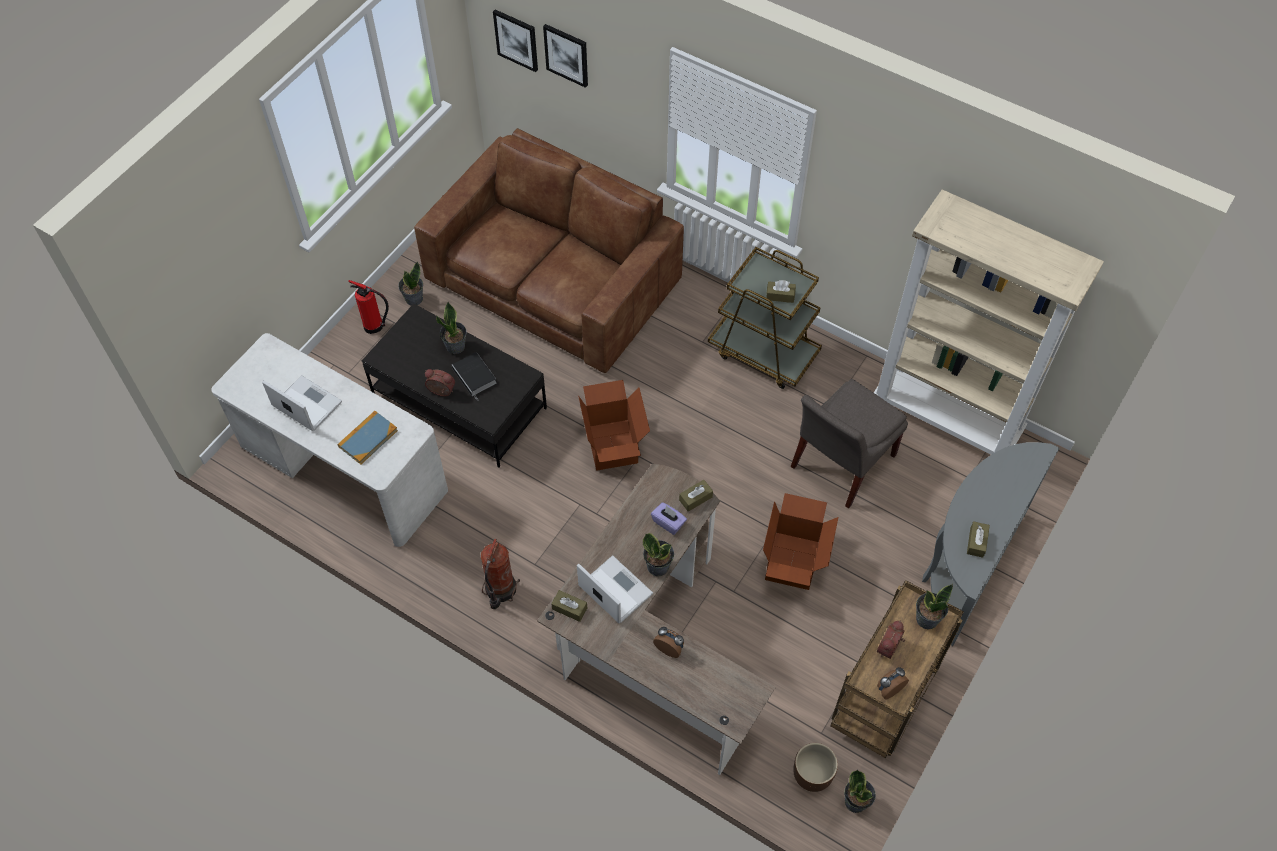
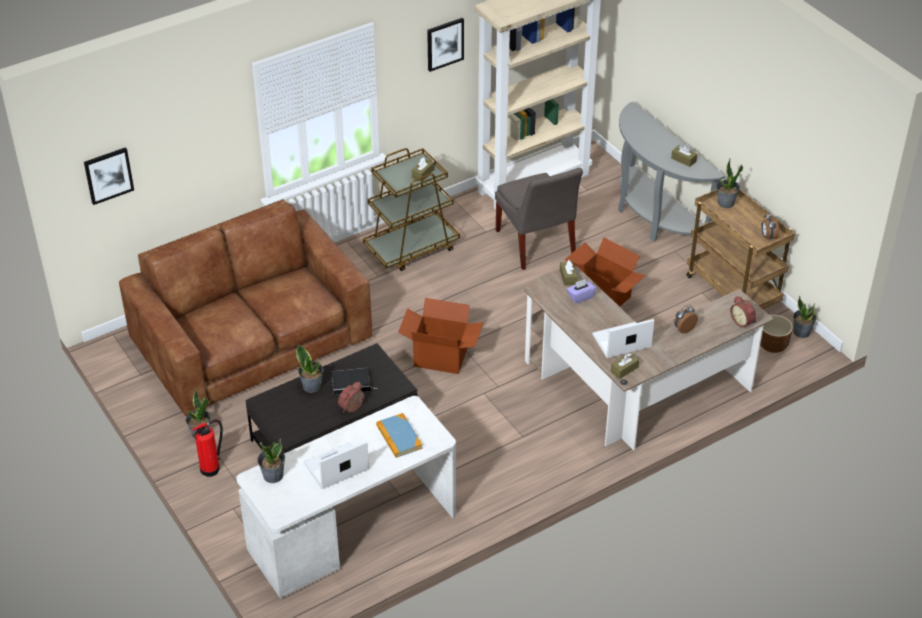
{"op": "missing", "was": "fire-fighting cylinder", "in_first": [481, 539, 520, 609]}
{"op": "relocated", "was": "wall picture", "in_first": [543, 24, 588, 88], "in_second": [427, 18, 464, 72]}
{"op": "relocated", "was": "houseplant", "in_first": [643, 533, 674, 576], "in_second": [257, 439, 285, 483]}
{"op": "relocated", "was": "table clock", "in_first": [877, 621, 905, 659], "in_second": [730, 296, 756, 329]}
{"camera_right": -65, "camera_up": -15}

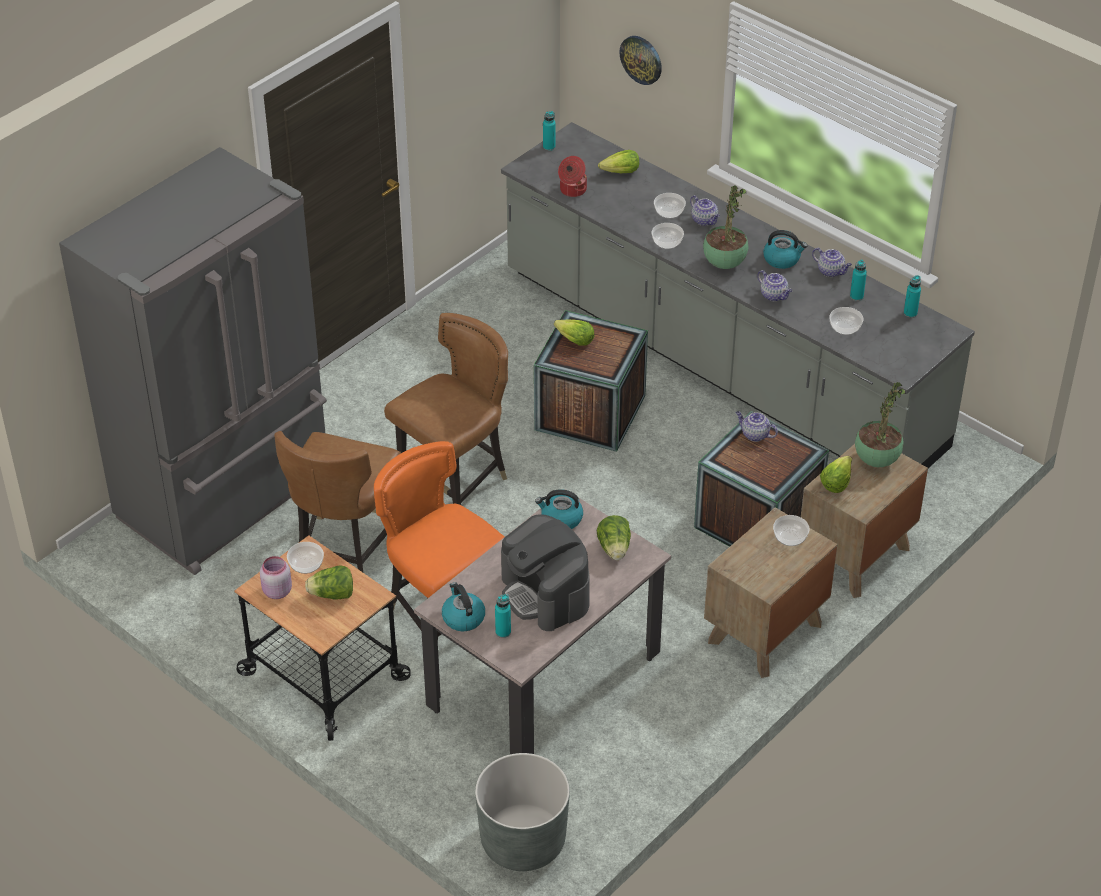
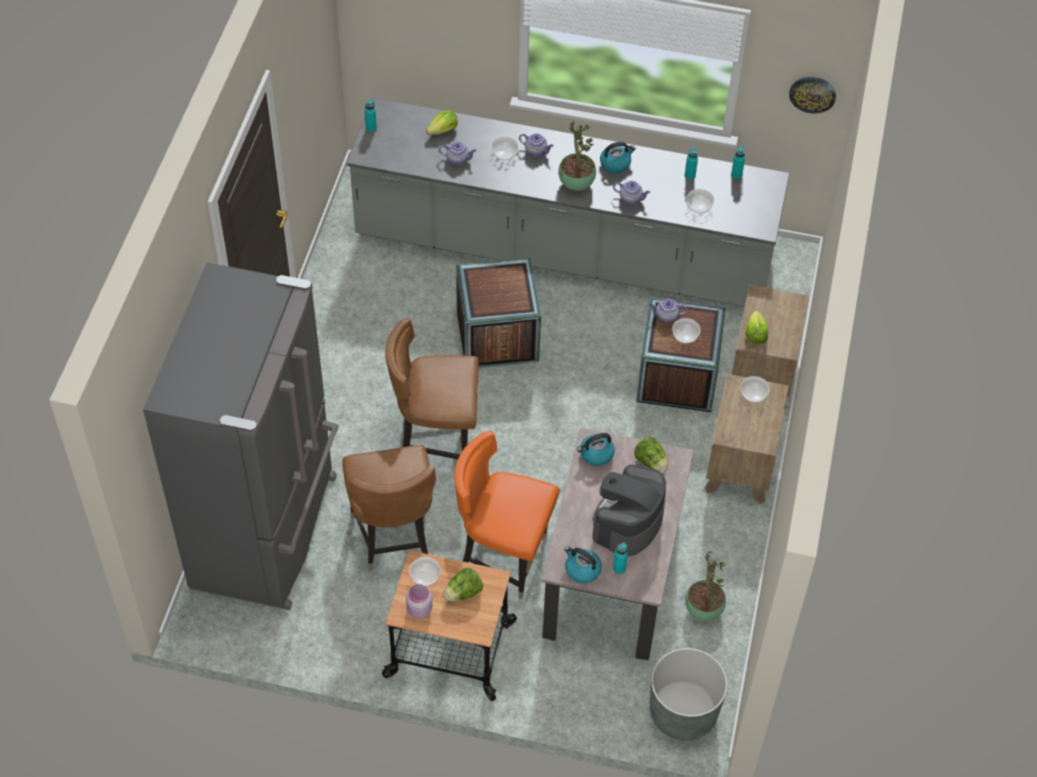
{"op": "missing", "was": "head of lettuce", "in_first": [554, 320, 594, 346]}
{"op": "missing", "was": "stockpot", "in_first": [558, 156, 587, 197]}
{"op": "relocated", "was": "clock on the wall", "in_first": [619, 36, 662, 85], "in_second": [789, 77, 836, 114]}
{"op": "relocated", "was": "deep dish", "in_first": [652, 223, 684, 249], "in_second": [672, 318, 701, 344]}
{"op": "relocated", "was": "pot for tea", "in_first": [812, 248, 852, 277], "in_second": [439, 142, 476, 165]}
{"op": "relocated", "was": "houseplant", "in_first": [855, 382, 906, 467], "in_second": [685, 552, 726, 621]}
{"op": "spun", "was": "chair (brown-coloured)", "in_first": [384, 313, 508, 505], "in_second": [385, 318, 479, 459], "clockwise": -105}
{"op": "spun", "was": "coffee maker", "in_first": [501, 514, 590, 631], "in_second": [592, 464, 666, 556], "clockwise": 90}
{"camera_right": -30, "camera_up": 10}

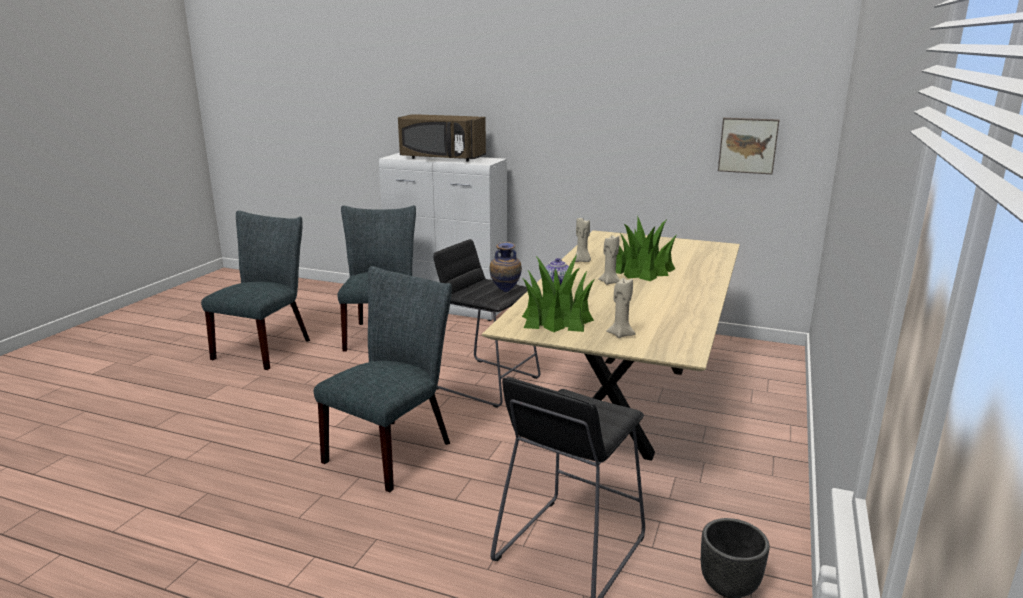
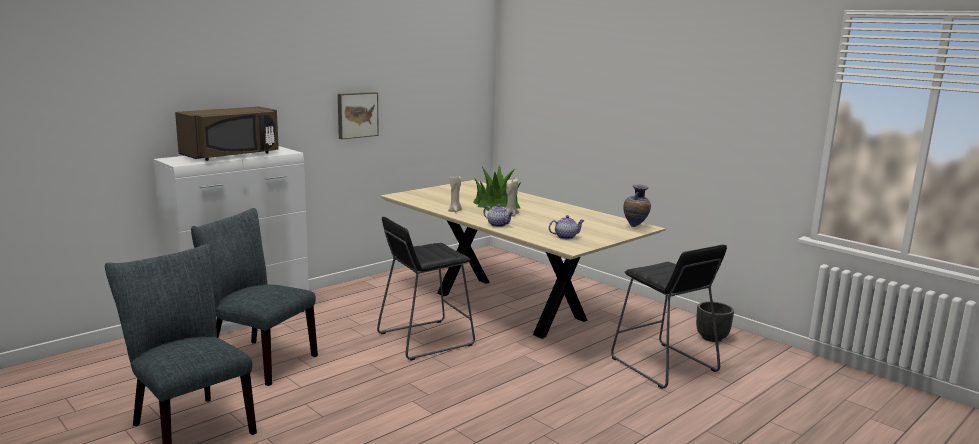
{"op": "missing", "was": "chair (grey)", "in_first": [314, 266, 452, 493]}
{"op": "missing", "was": "candle (beige)", "in_first": [606, 278, 635, 338]}
{"op": "relocated", "was": "flower vase", "in_first": [490, 242, 522, 292], "in_second": [623, 184, 651, 227]}
{"op": "relocated", "was": "wall picture", "in_first": [718, 118, 780, 174], "in_second": [338, 92, 379, 139]}
{"op": "exchanged", "was": "houseplant", "now": "pot for tea", "in_first": [522, 255, 595, 332], "in_second": [549, 215, 585, 239]}
{"camera_right": -65, "camera_up": -5}

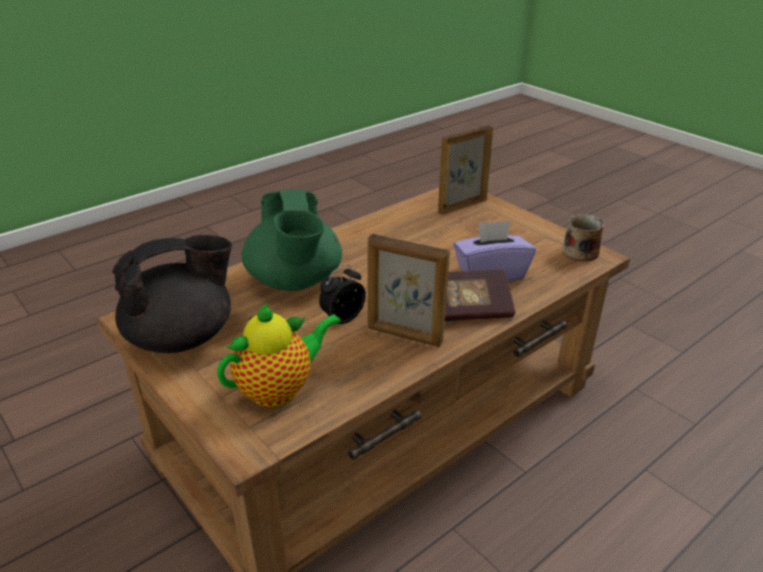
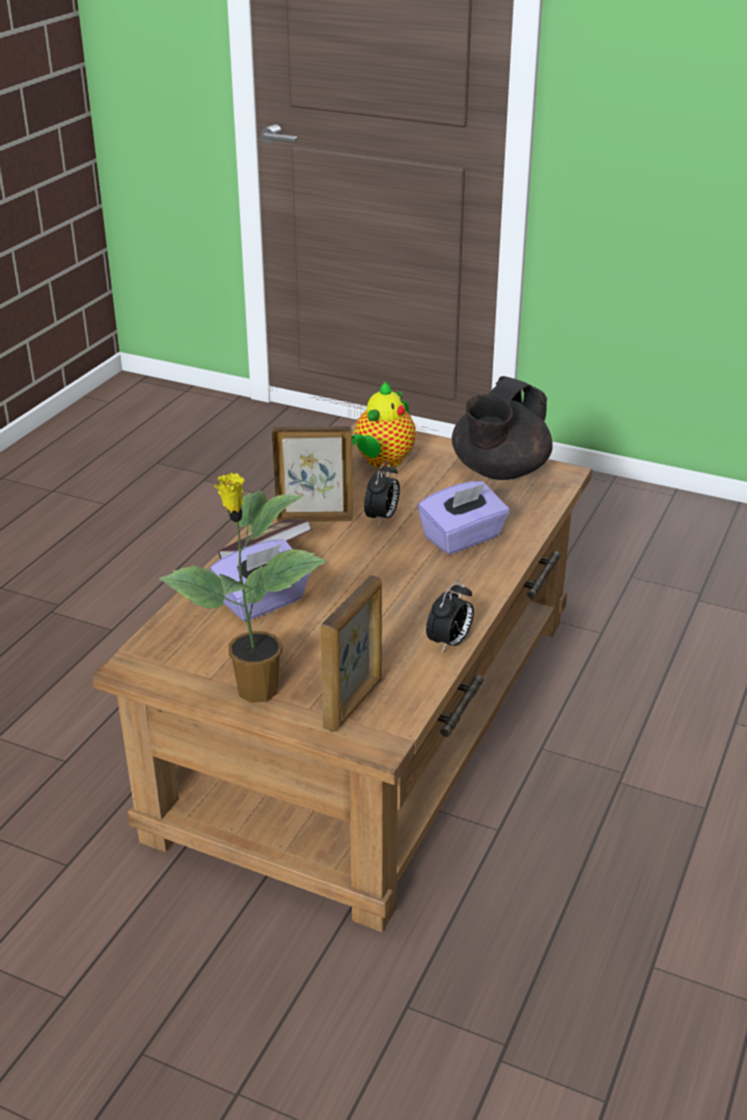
{"op": "missing", "was": "mug", "in_first": [563, 214, 604, 261]}
{"op": "appeared", "now": "houseplant", "in_second": [159, 472, 328, 703]}
{"op": "appeared", "now": "table clock", "in_second": [426, 581, 474, 653]}
{"op": "exchanged", "was": "pot for tea (green)", "now": "tissue box (purple-coloured)", "in_first": [242, 189, 342, 291], "in_second": [418, 481, 509, 555]}
{"camera_right": 155, "camera_up": 0}

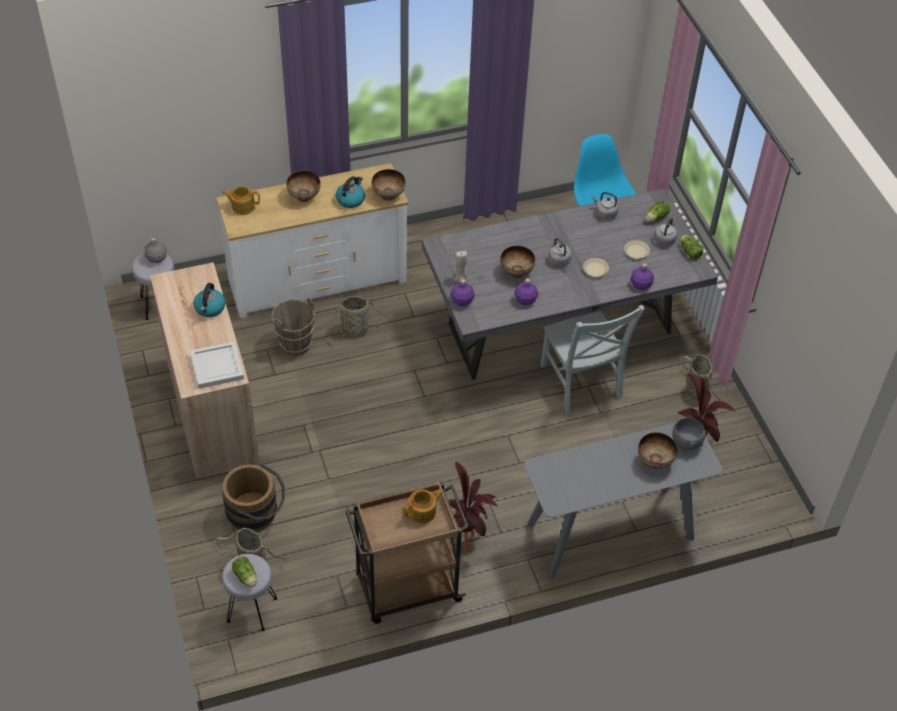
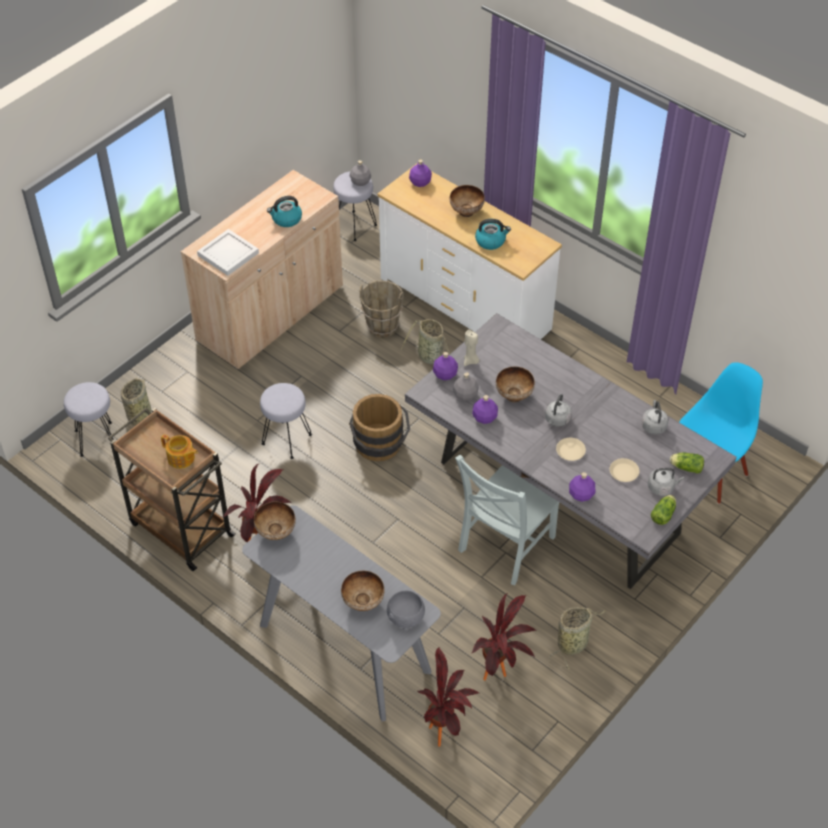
{"op": "missing", "was": "head of lettuce", "in_first": [232, 556, 257, 587]}
{"op": "appeared", "now": "stool seat (grey)", "in_second": [260, 383, 312, 459]}
{"op": "appeared", "now": "houseplant", "in_second": [417, 647, 479, 747]}
{"op": "appeared", "now": "drink bottle (grey)", "in_second": [453, 372, 479, 401]}
{"op": "relocated", "was": "pail (brown-coloured)", "in_first": [222, 464, 285, 532], "in_second": [349, 394, 410, 461]}
{"op": "relocated", "was": "deep dish", "in_first": [372, 169, 406, 201], "in_second": [254, 502, 296, 540]}
{"op": "exchanged", "was": "pot for tea", "now": "drink bottle (purple-coloured)", "in_first": [223, 186, 260, 215], "in_second": [409, 160, 432, 187]}
{"camera_right": 60, "camera_up": 0}

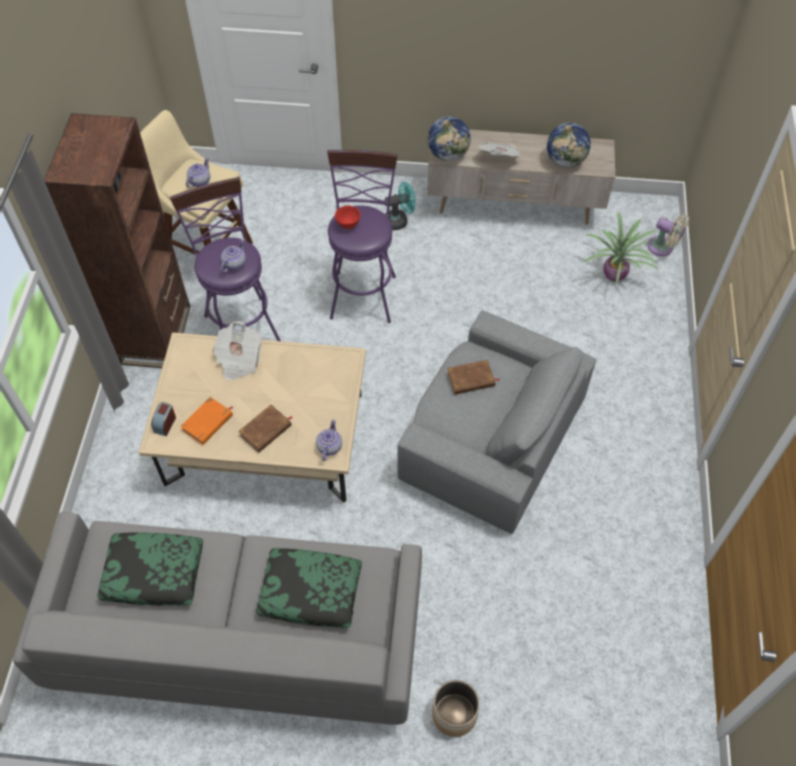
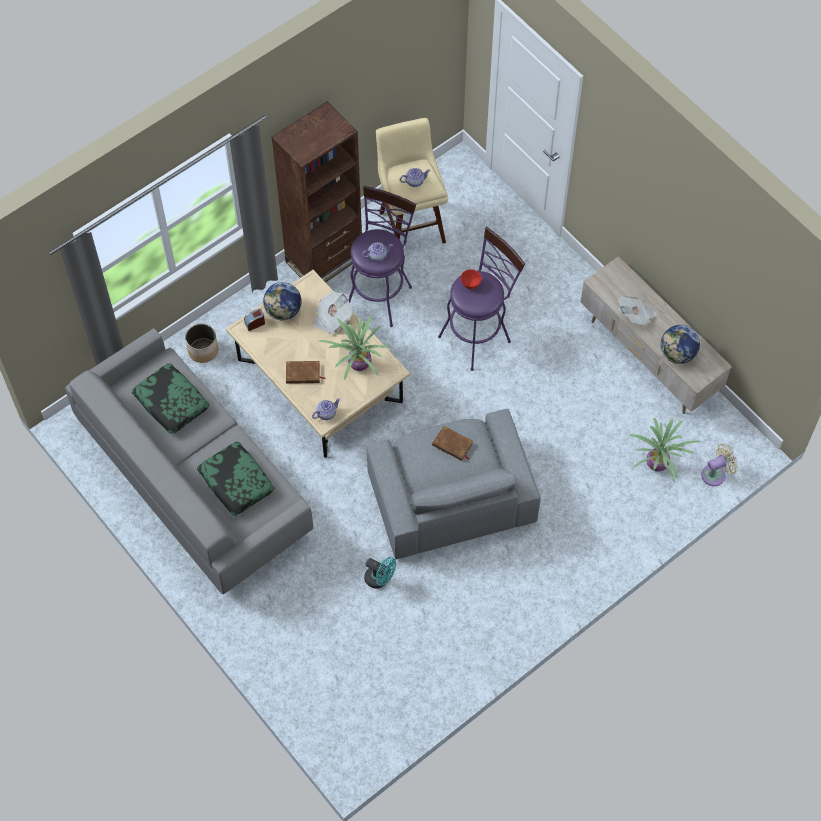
{"op": "missing", "was": "volume (orangey)", "in_first": [180, 397, 233, 445]}
{"op": "appeared", "now": "houseplant", "in_second": [319, 316, 392, 381]}
{"op": "relocated", "was": "fan (turquoise)", "in_first": [384, 182, 416, 230], "in_second": [364, 557, 396, 589]}
{"op": "relocated", "was": "desk globe", "in_first": [428, 117, 471, 161], "in_second": [263, 282, 302, 320]}
{"op": "relocated", "was": "planter", "in_first": [432, 680, 480, 737], "in_second": [185, 324, 218, 363]}
{"op": "spun", "was": "fan (beige)", "in_first": [647, 214, 689, 256], "in_second": [701, 444, 738, 486], "clockwise": -105}
{"camera_right": 45, "camera_up": 5}

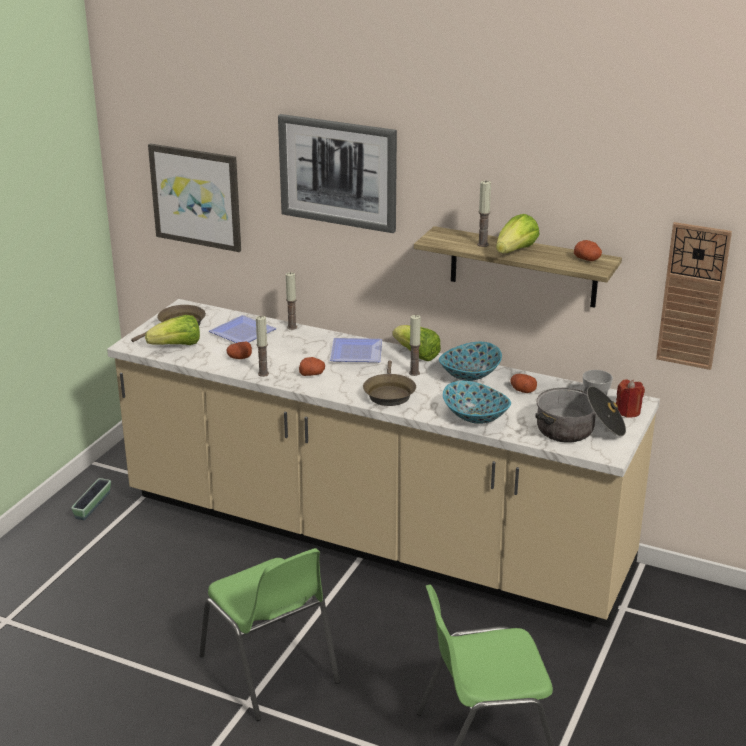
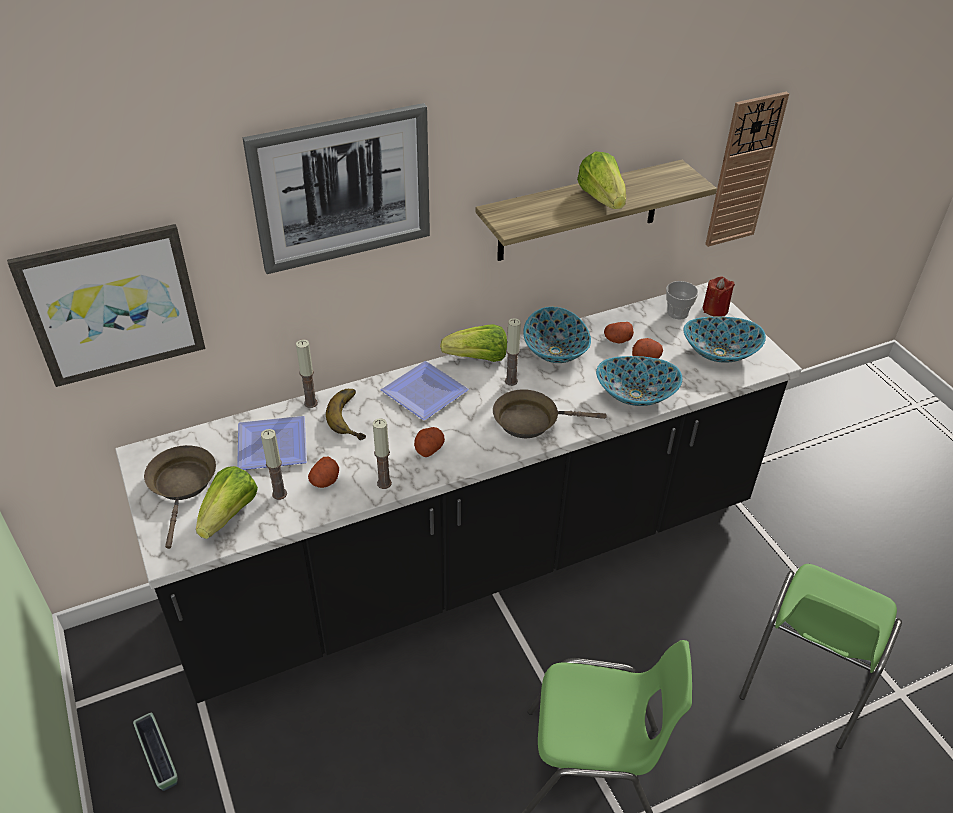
{"op": "appeared", "now": "banana", "in_second": [326, 389, 366, 440]}
{"op": "relocated", "was": "candle", "in_first": [477, 181, 491, 247], "in_second": [261, 429, 287, 500]}
{"op": "relocated", "was": "whole potato", "in_first": [574, 240, 602, 261], "in_second": [632, 338, 663, 359]}
{"op": "exchanged", "was": "stockpot", "now": "deep dish", "in_first": [535, 386, 626, 443], "in_second": [684, 317, 766, 363]}
{"op": "colour", "was": "kitchen counter (beige)", "now": "kitchen counter (black-coloured)", "in_first": [107, 299, 660, 628], "in_second": [115, 282, 802, 703]}
{"op": "spun", "was": "frying pan (brown-coloured)", "in_first": [363, 360, 416, 406], "in_second": [493, 389, 607, 438], "clockwise": 135}
{"camera_right": -50, "camera_up": 15}

